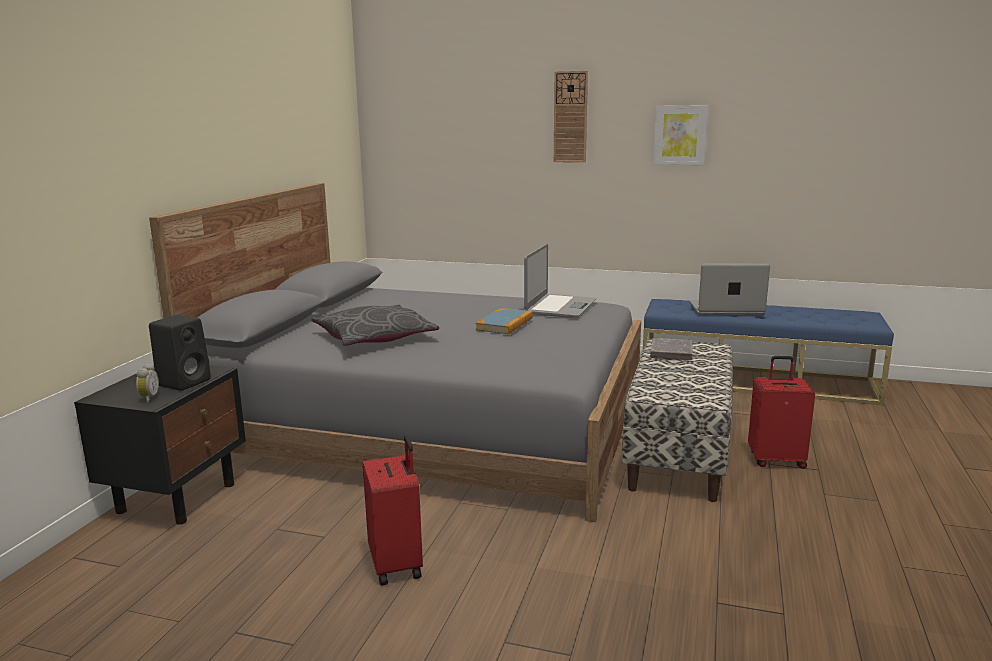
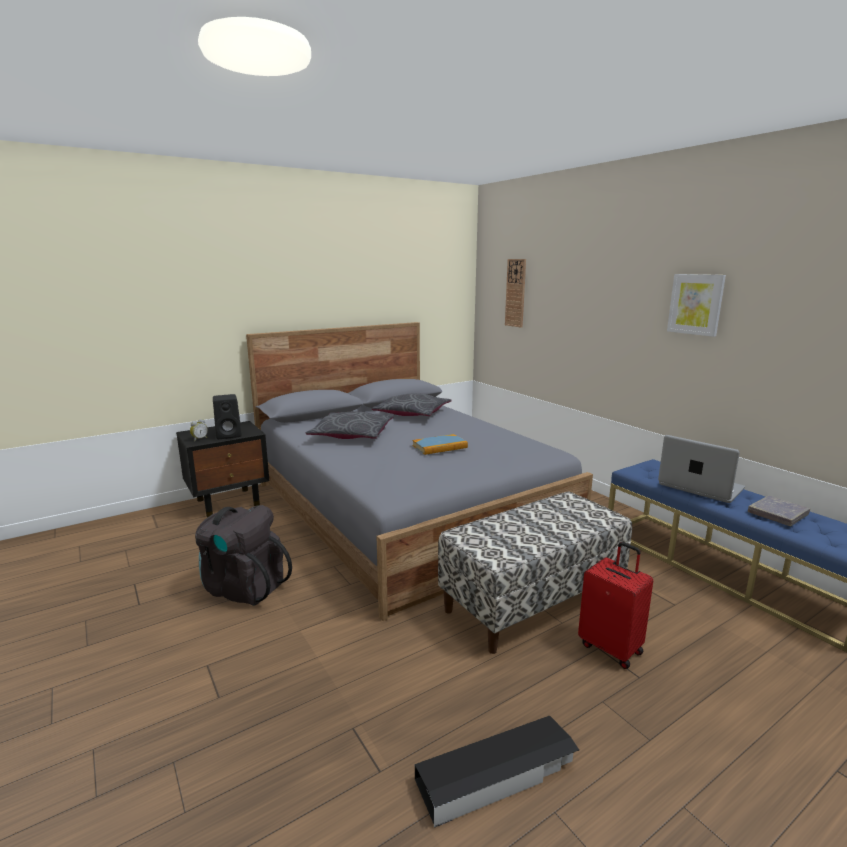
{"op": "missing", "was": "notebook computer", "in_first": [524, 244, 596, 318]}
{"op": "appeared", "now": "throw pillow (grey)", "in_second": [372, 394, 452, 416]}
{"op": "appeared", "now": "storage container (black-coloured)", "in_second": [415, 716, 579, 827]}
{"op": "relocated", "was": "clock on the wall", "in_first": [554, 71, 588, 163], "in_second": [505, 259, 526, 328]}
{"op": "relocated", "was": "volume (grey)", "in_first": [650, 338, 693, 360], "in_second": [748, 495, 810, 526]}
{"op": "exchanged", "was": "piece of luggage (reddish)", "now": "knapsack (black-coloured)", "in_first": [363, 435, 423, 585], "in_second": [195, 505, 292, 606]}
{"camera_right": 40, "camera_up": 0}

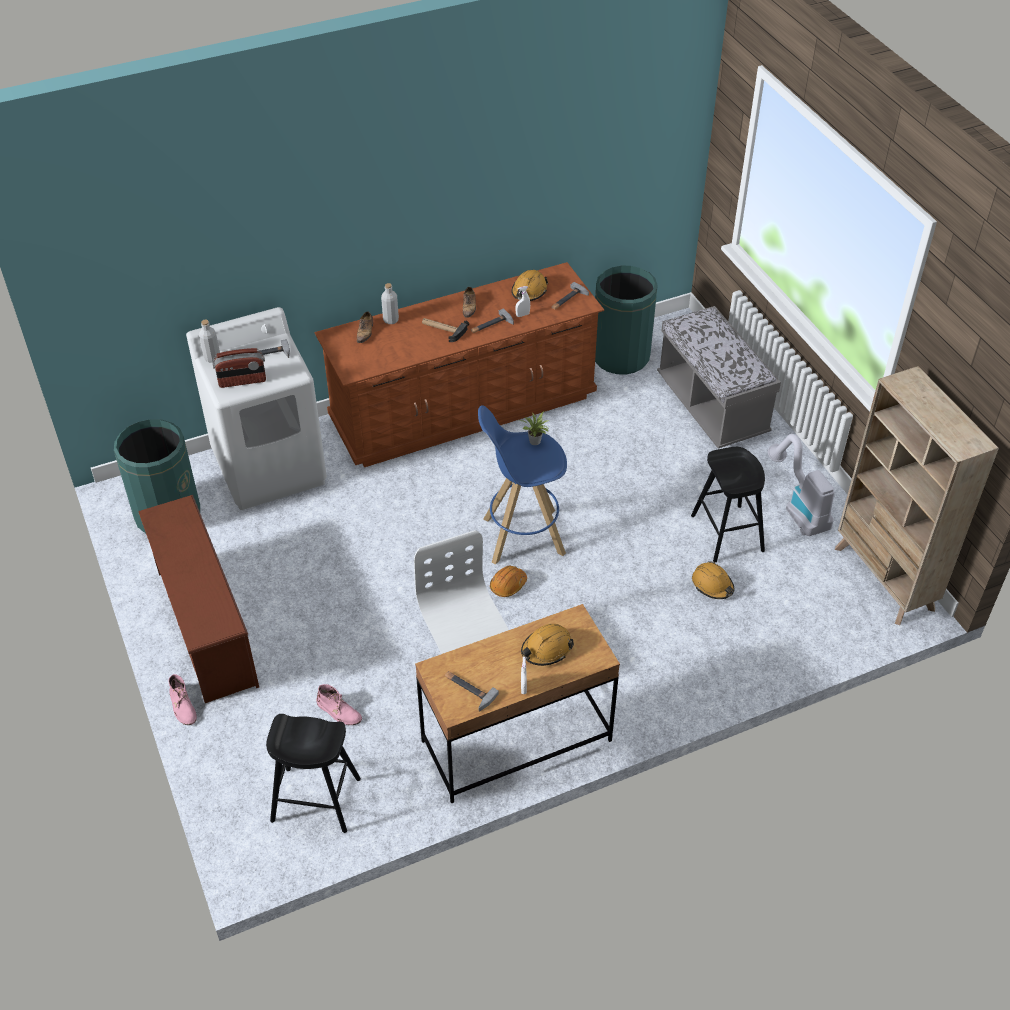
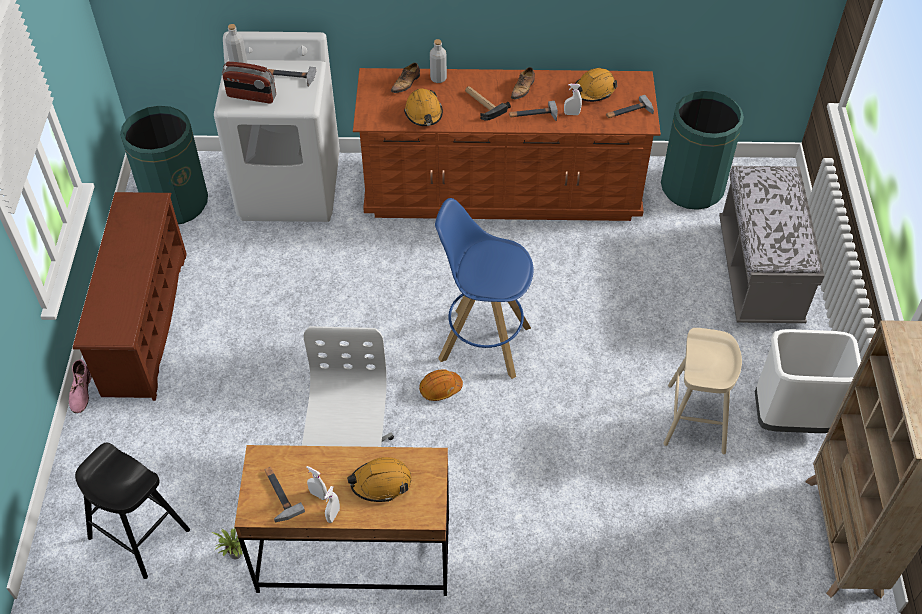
{"op": "missing", "was": "boot (pink-coloured)", "in_first": [316, 684, 362, 725]}
{"op": "appeared", "now": "sprayer (white-coloured)", "in_second": [306, 466, 327, 500]}
{"op": "relocated", "was": "houseplant", "in_first": [520, 411, 550, 445], "in_second": [211, 527, 242, 559]}
{"op": "relocated", "was": "hard hat (orangey)", "in_first": [692, 561, 734, 599], "in_second": [404, 88, 443, 126]}
{"op": "exchanged", "was": "vacuum", "now": "rubbish bin (white-coloured)", "in_first": [768, 434, 834, 536], "in_second": [755, 329, 861, 433]}
{"op": "colour", "was": "stool seat (black-coloured)", "now": "stool seat (beige)", "in_first": [691, 447, 765, 562], "in_second": [663, 328, 742, 454]}
{"camera_right": 25, "camera_up": 5}

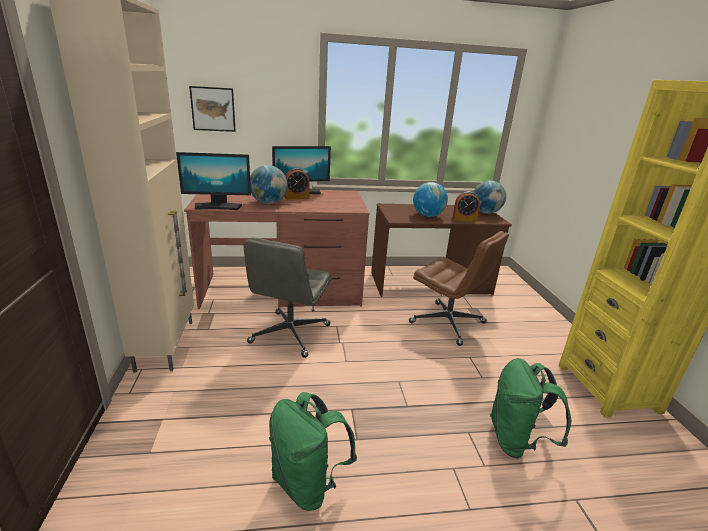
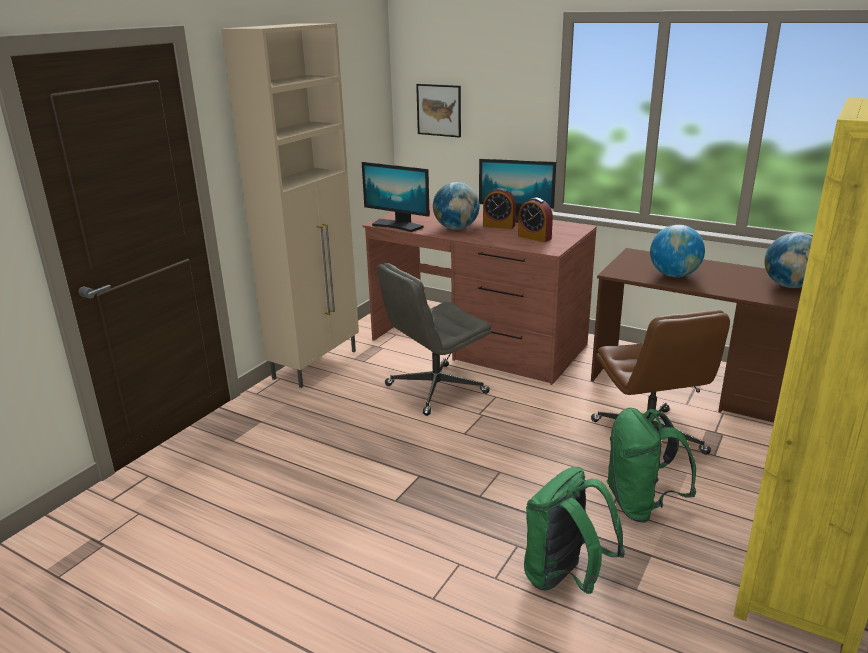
{"op": "relocated", "was": "knapsack (green)", "in_first": [269, 392, 357, 511], "in_second": [606, 408, 696, 523]}
{"op": "relocated", "was": "table clock", "in_first": [453, 191, 480, 222], "in_second": [518, 197, 553, 242]}
{"camera_right": 40, "camera_up": 0}

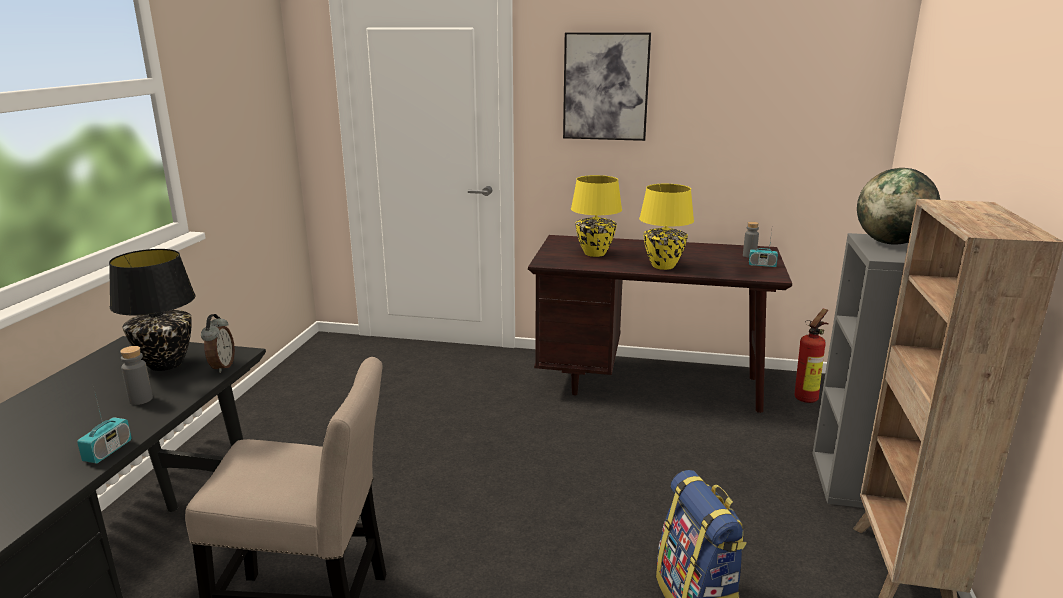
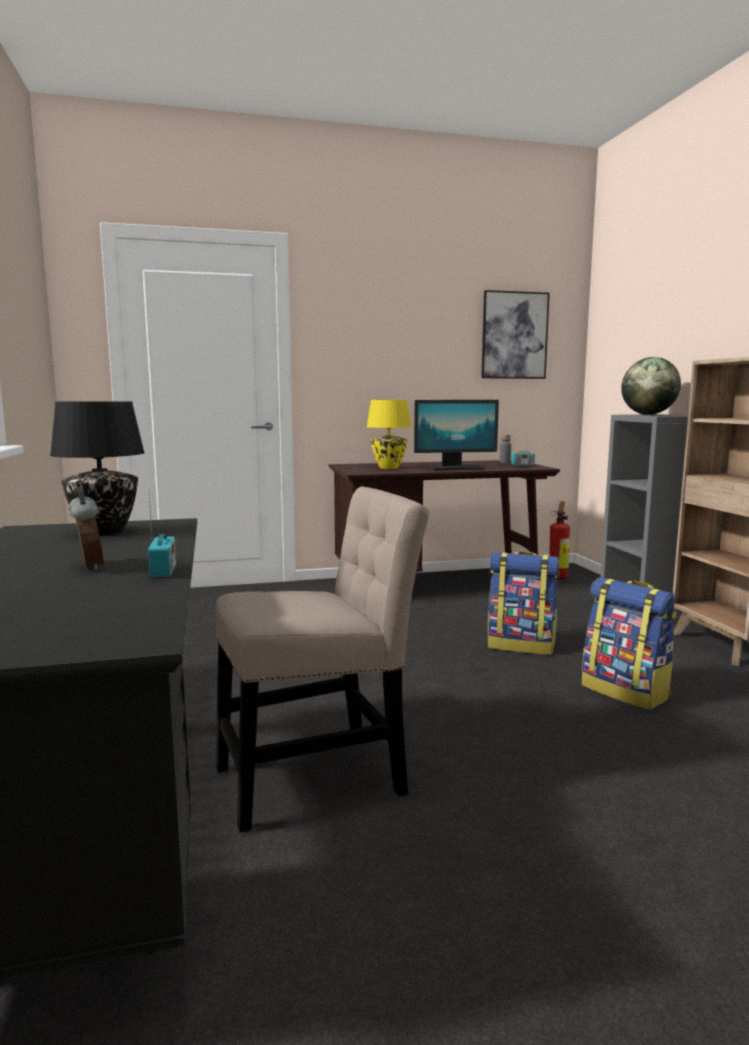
{"op": "missing", "was": "drink bottle (grey)", "in_first": [120, 346, 153, 405]}
{"op": "appeared", "now": "knapsack", "in_second": [488, 551, 560, 655]}
{"op": "relocated", "was": "table clock", "in_first": [201, 314, 235, 373], "in_second": [69, 487, 104, 571]}
{"op": "relocated", "was": "wall picture", "in_first": [563, 32, 651, 141], "in_second": [481, 290, 550, 379]}
{"op": "exchanged", "was": "table lamp (yellow-coloured)", "now": "monitor", "in_first": [639, 184, 694, 270], "in_second": [414, 400, 499, 471]}
{"camera_right": -25, "camera_up": -10}

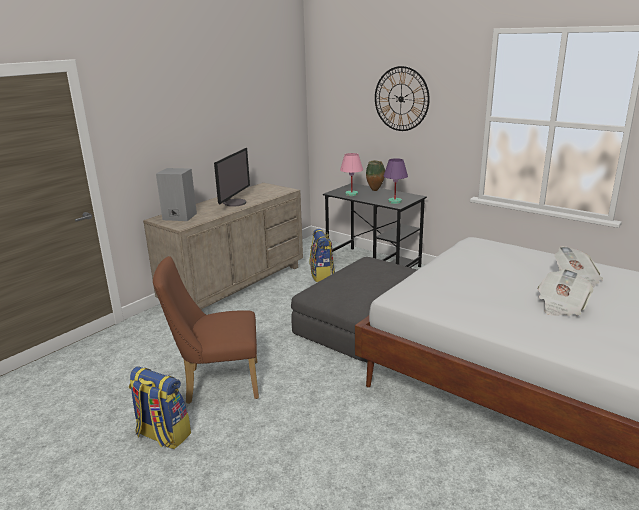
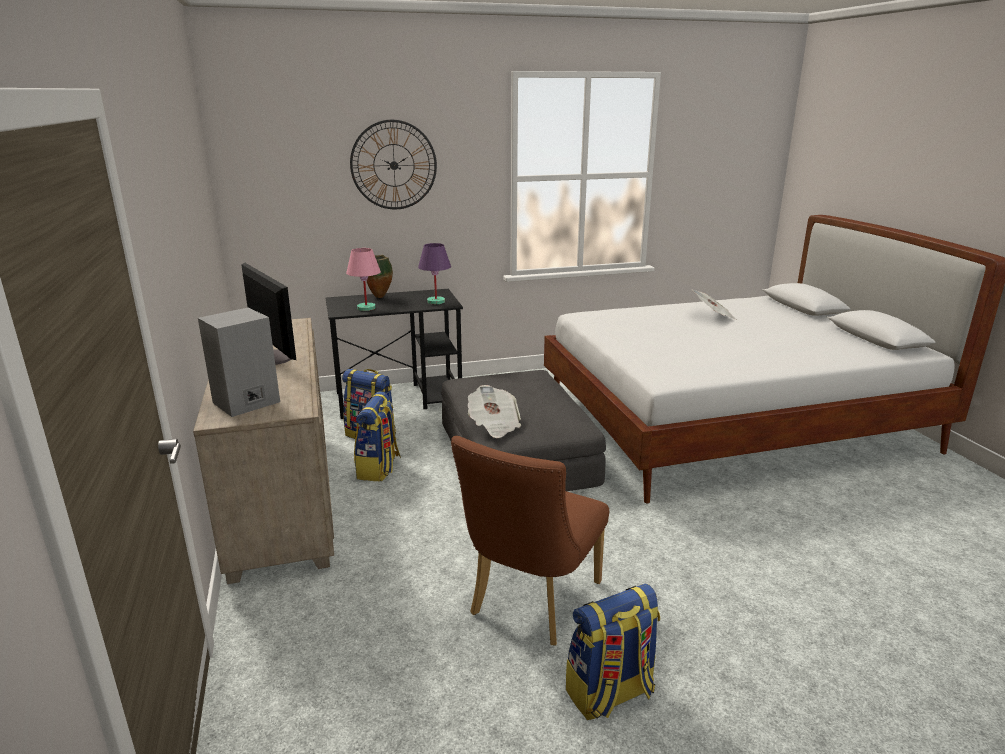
{"op": "appeared", "now": "knapsack", "in_second": [354, 392, 401, 481]}
{"op": "relocated", "was": "newspaper", "in_first": [538, 269, 593, 316], "in_second": [468, 385, 521, 438]}
{"camera_right": -55, "camera_up": 0}

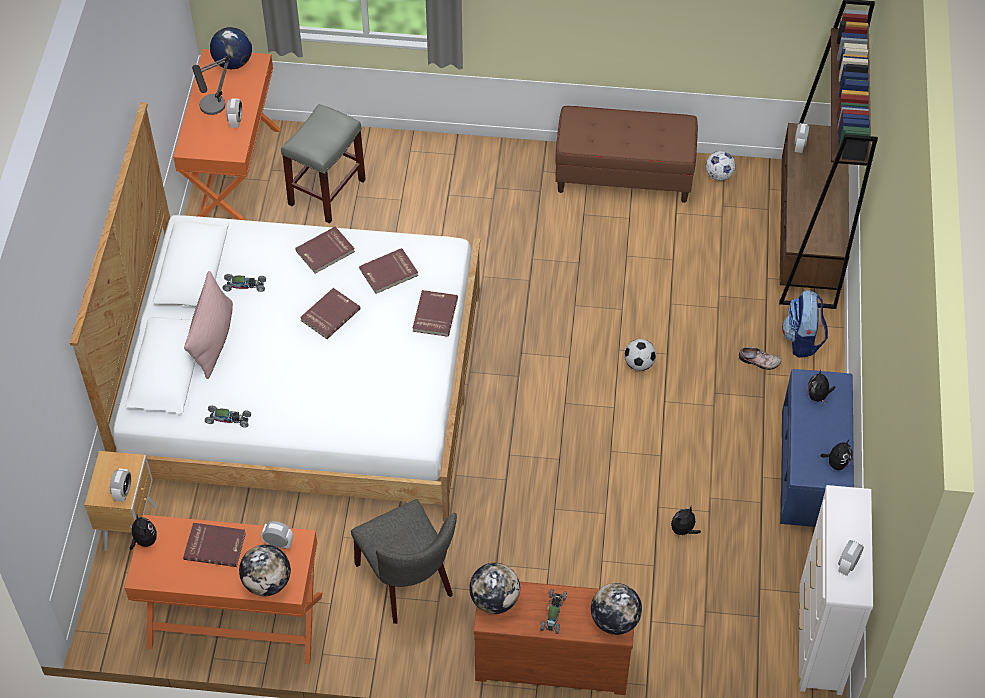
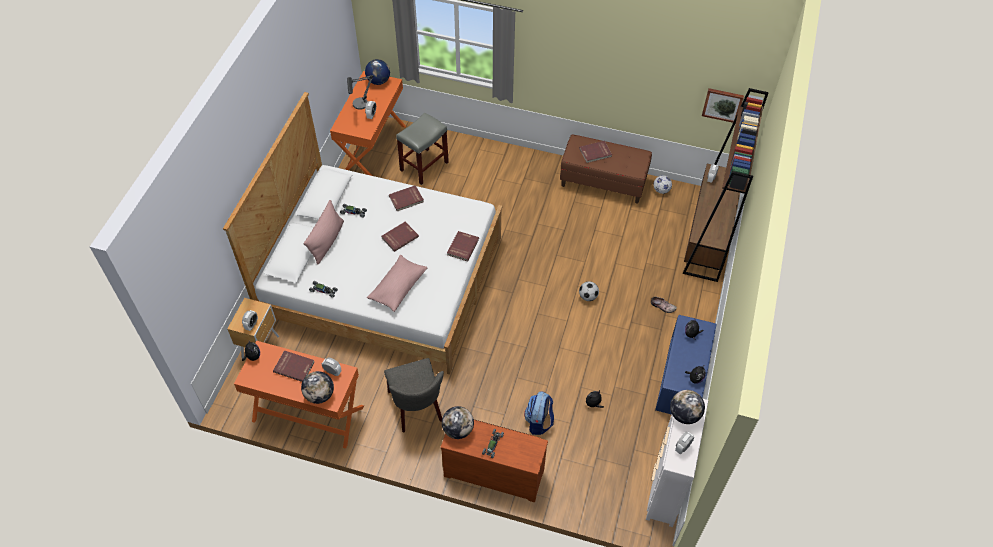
{"op": "appeared", "now": "throw pillow (pink-coloured)", "in_second": [367, 255, 427, 312]}
{"op": "appeared", "now": "wall picture", "in_second": [702, 88, 744, 123]}
{"op": "relocated", "was": "volume (reddish)", "in_first": [359, 248, 418, 294], "in_second": [579, 141, 612, 163]}
{"op": "relocated", "was": "desk globe", "in_first": [591, 583, 642, 635], "in_second": [670, 390, 705, 424]}
{"op": "relocated", "was": "knapsack", "in_first": [782, 290, 828, 358], "in_second": [524, 391, 554, 435]}
{"camera_right": 10, "camera_up": 0}

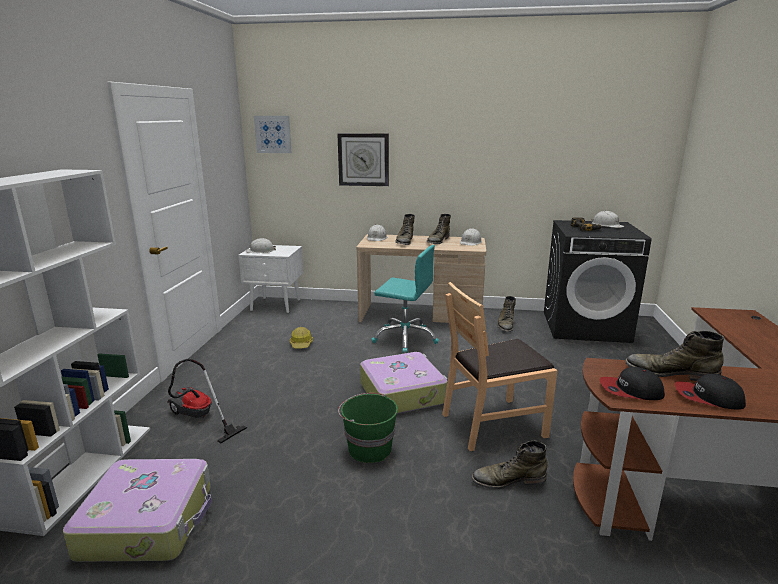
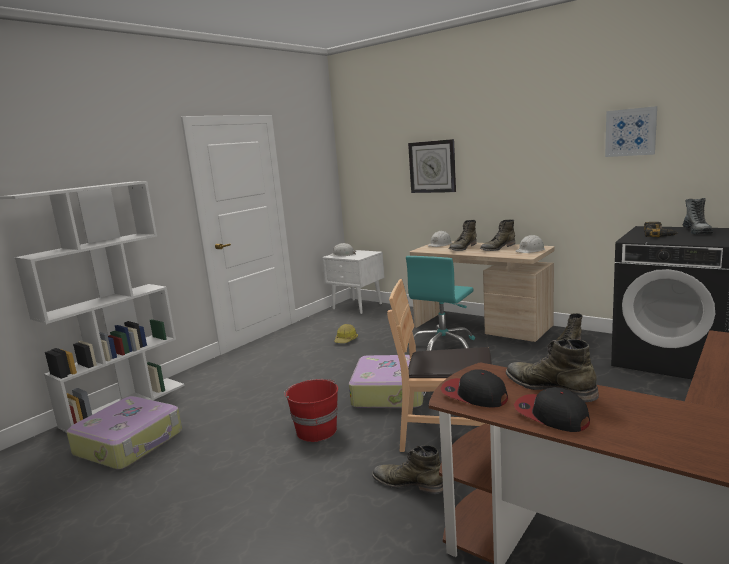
{"op": "missing", "was": "vacuum", "in_first": [167, 359, 247, 444]}
{"op": "relocated", "was": "wall picture", "in_first": [254, 116, 292, 153], "in_second": [605, 106, 657, 157]}
{"op": "exchanged", "was": "hard hat (white-coloured)", "now": "boot", "in_first": [591, 211, 625, 228], "in_second": [683, 198, 713, 234]}
{"op": "colour", "was": "pail (green)", "now": "pail (reddish)", "in_first": [338, 393, 398, 463], "in_second": [284, 379, 338, 442]}
{"op": "spun", "was": "desk chair (turquoise)", "in_first": [371, 245, 439, 353], "in_second": [406, 256, 475, 351], "clockwise": 75}
{"camera_right": 30, "camera_up": -5}

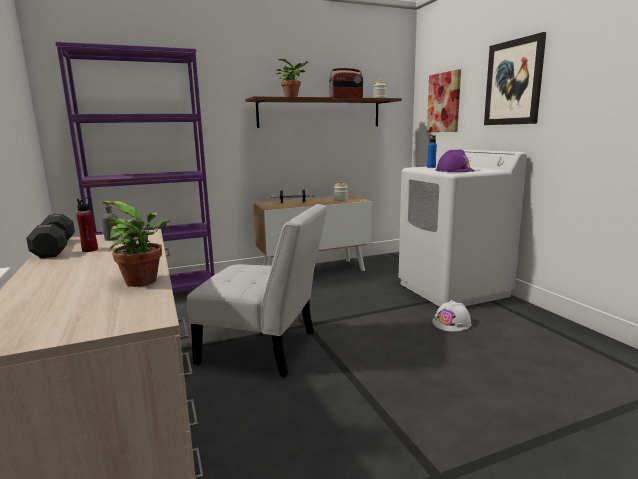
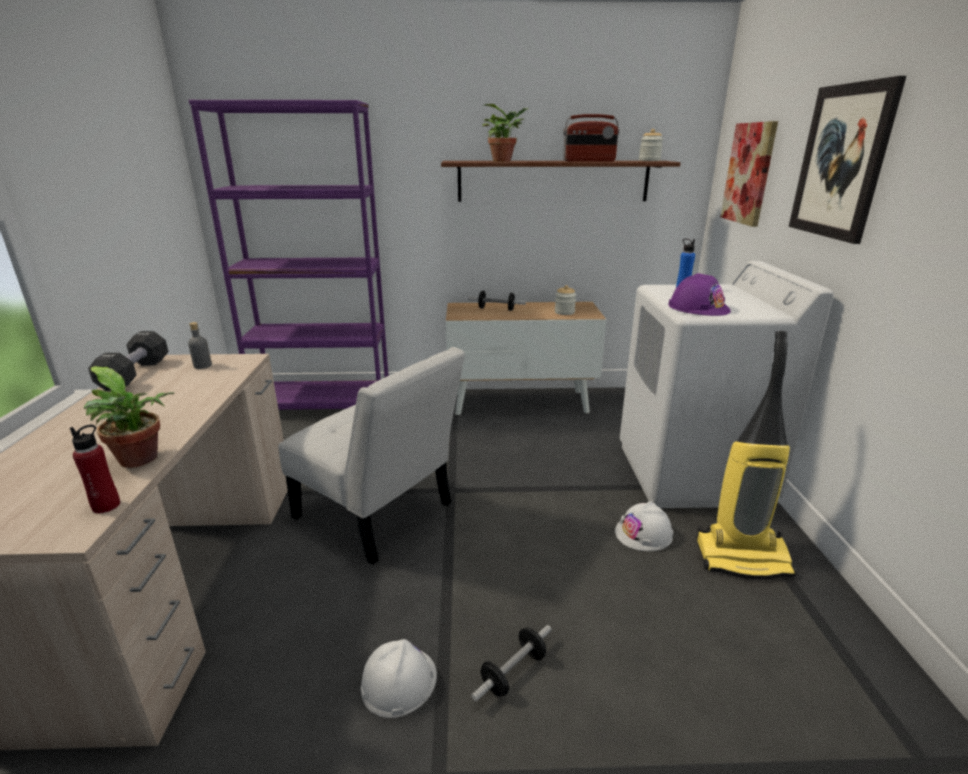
{"op": "appeared", "now": "hard hat (white-coloured)", "in_second": [361, 639, 437, 718]}
{"op": "appeared", "now": "hand weight", "in_second": [471, 625, 552, 702]}
{"op": "appeared", "now": "vacuum", "in_second": [696, 331, 797, 580]}
{"op": "relocated", "was": "drink bottle (reddish)", "in_first": [76, 197, 98, 252], "in_second": [70, 425, 120, 513]}
{"camera_right": 20, "camera_up": 10}

